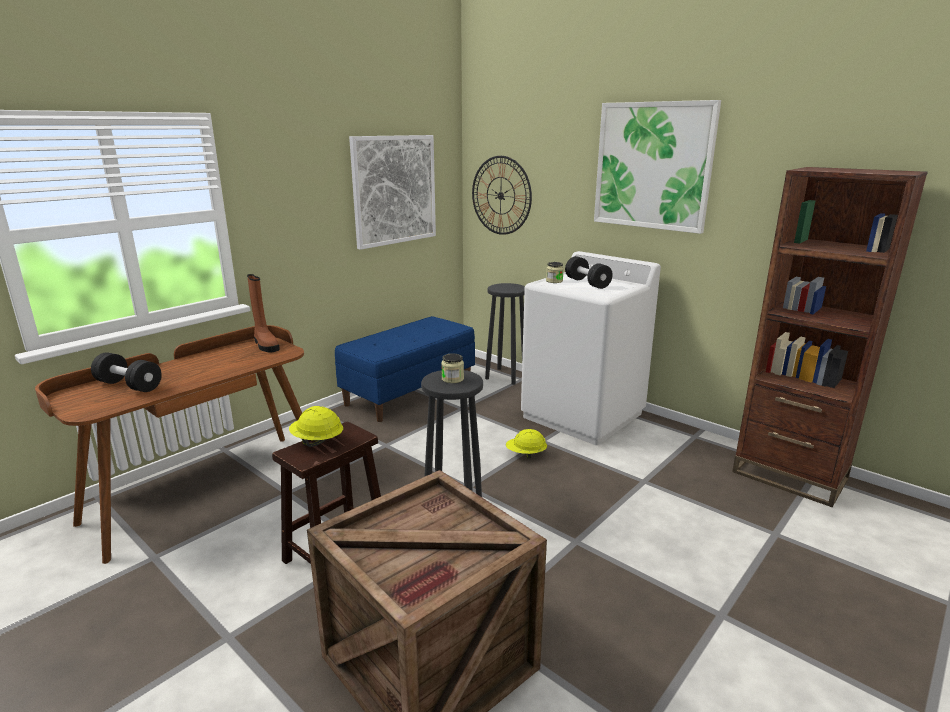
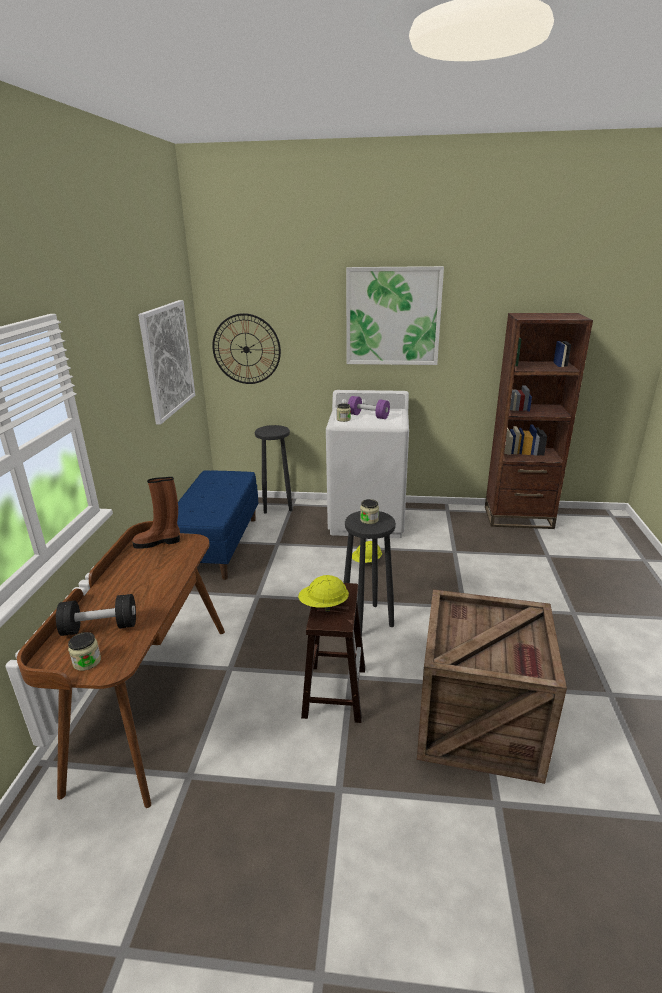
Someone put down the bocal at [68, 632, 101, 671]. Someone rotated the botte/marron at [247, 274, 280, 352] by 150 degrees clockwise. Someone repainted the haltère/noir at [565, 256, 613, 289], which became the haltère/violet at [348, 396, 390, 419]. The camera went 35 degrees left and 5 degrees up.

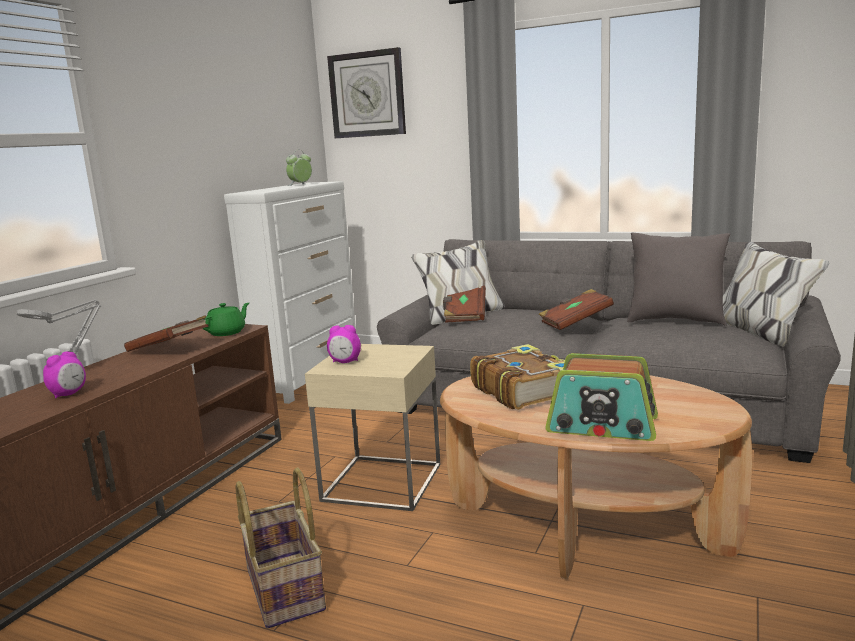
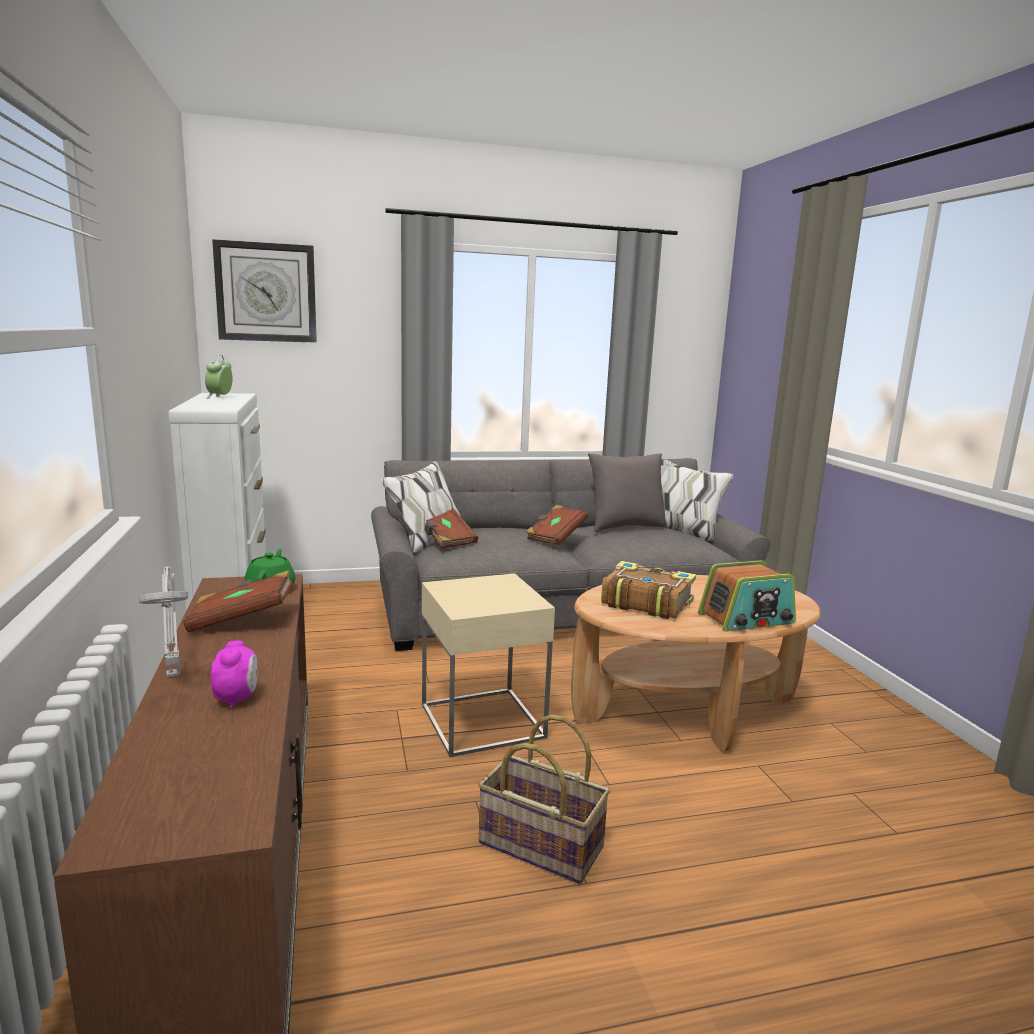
Someone took away the réveil at [327, 325, 361, 363]. The camera went 40 degrees left and 0 degrees up.

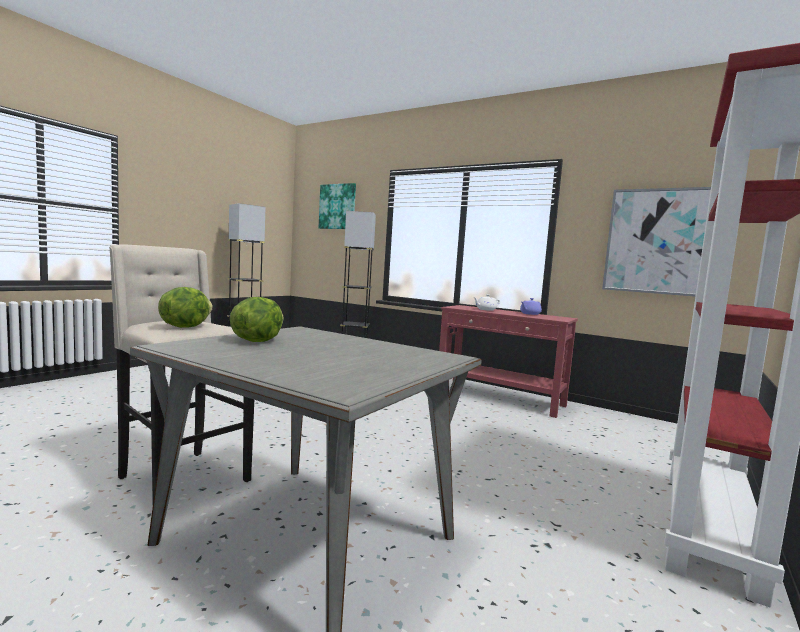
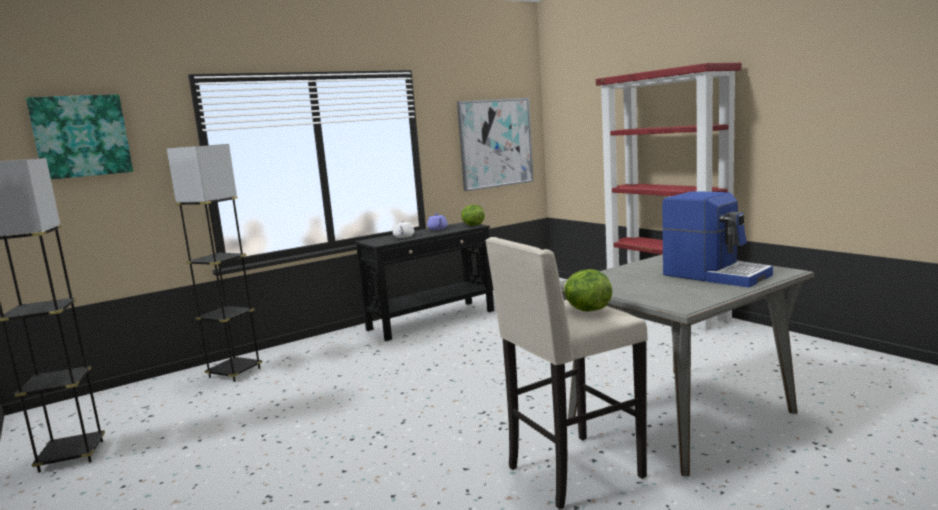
Someone repainted the table console/rouge at [439, 305, 578, 418], which became the table console/noir at [354, 222, 494, 341]. Someone carried the laitue from [230, 297, 284, 342] to [461, 205, 485, 226]. Someone put down the machine à café at [662, 191, 773, 288]. The camera went 65 degrees left and 5 degrees up.

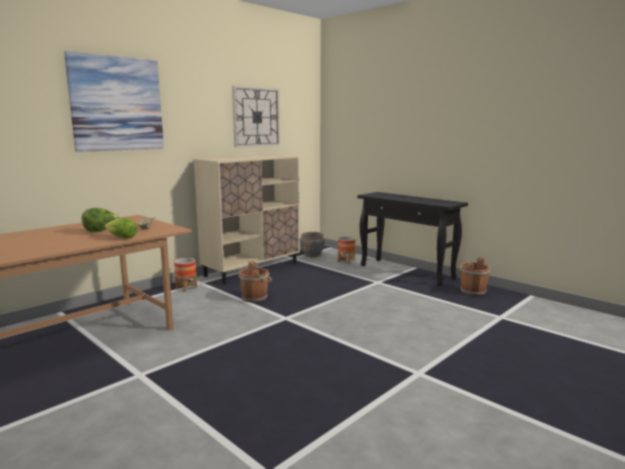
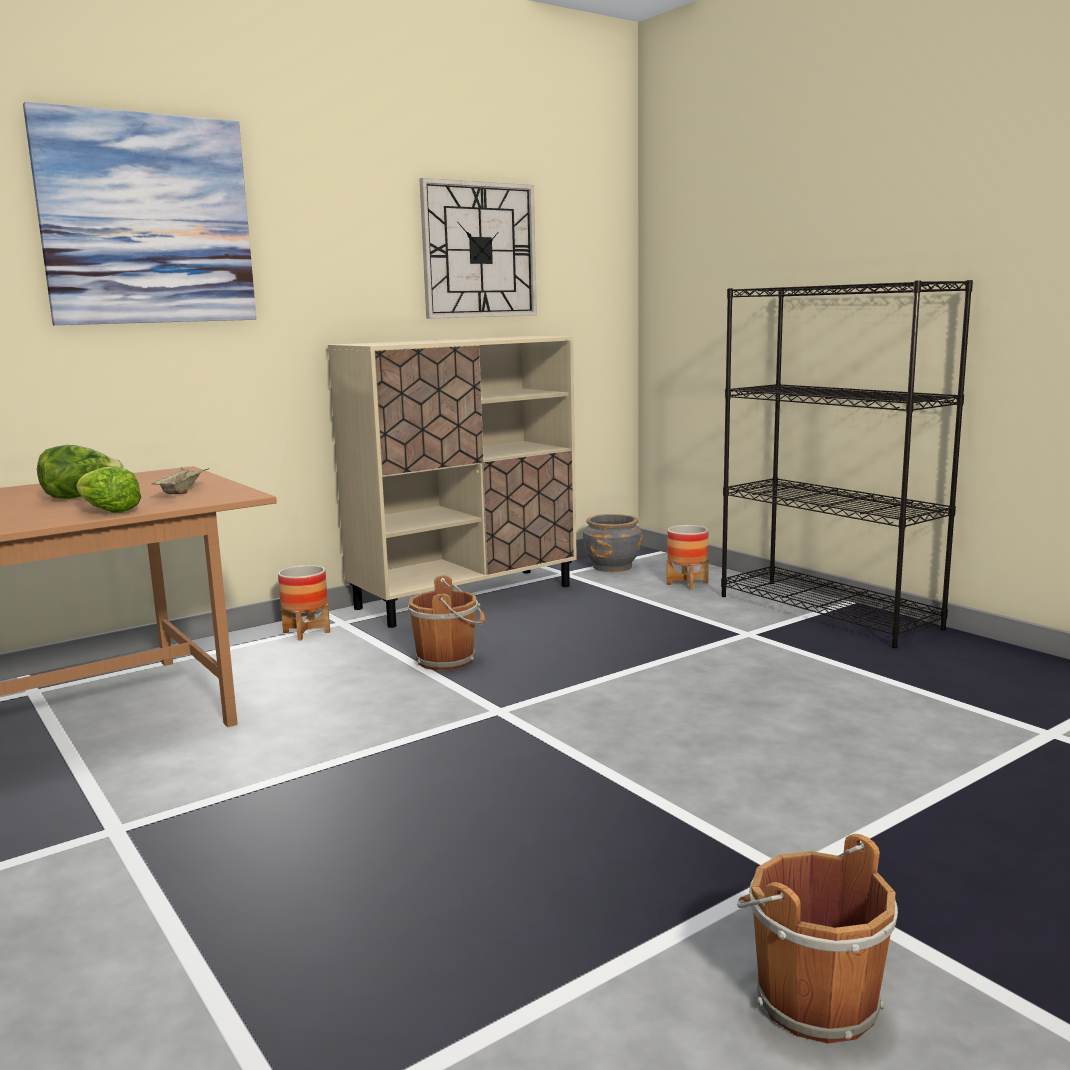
Someone swapped the table console/noir at [357, 192, 468, 286] for the bibliothèque/noir at [721, 280, 973, 648]. Someone carried the seau/marron from [456, 257, 490, 296] to [737, 834, 898, 1043]. The camera went 10 degrees right and 0 degrees up.

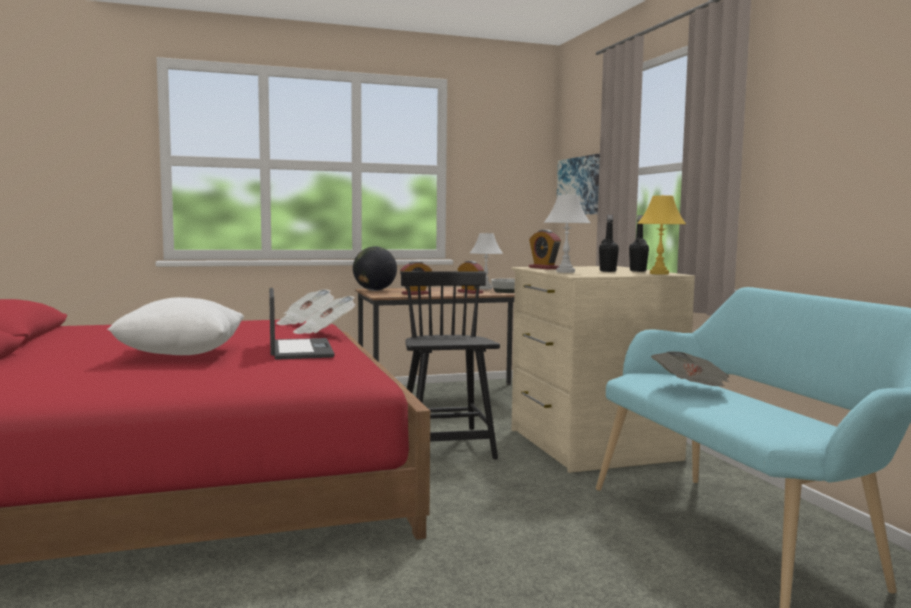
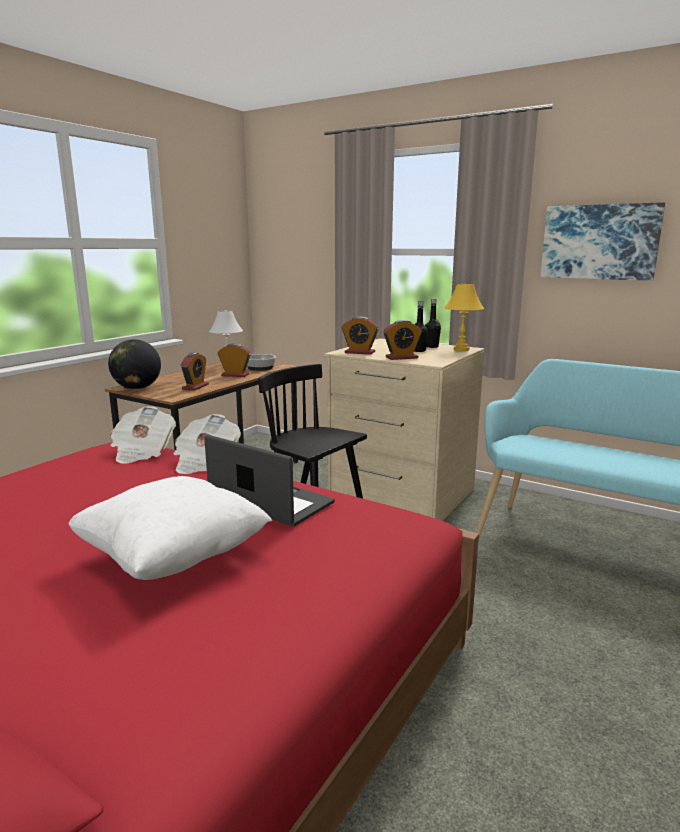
Someone swapped the lampe de table/blanc at [544, 194, 590, 273] for the réveil at [383, 320, 422, 360]. Someone carried the tableau from [557, 154, 600, 214] to [540, 202, 665, 281]. Someone took away the journal at [651, 352, 729, 386]. The camera went 40 degrees left and 10 degrees up.

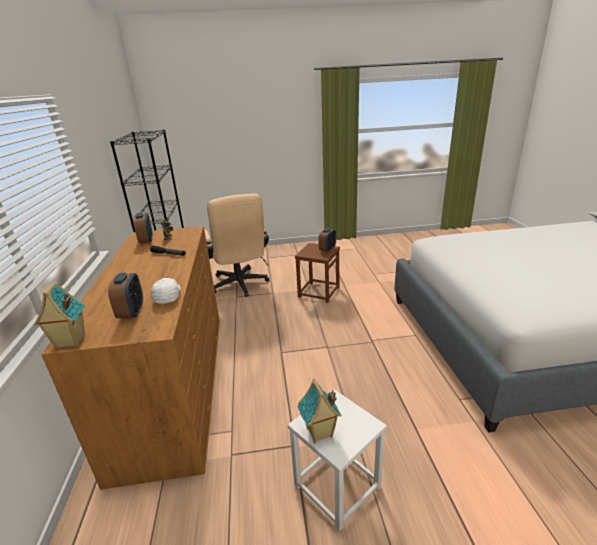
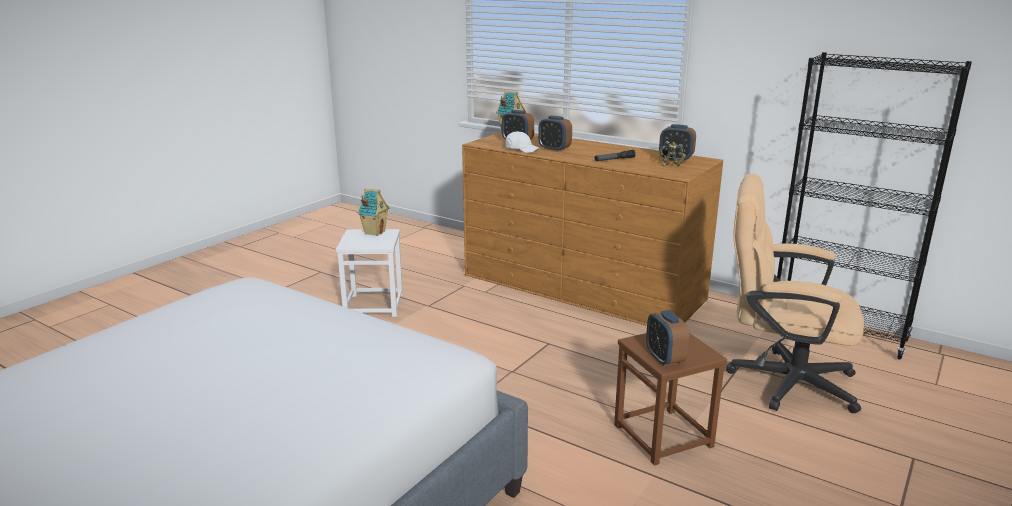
Someone put down the réveil at [538, 116, 572, 152]. The camera went 130 degrees right and 5 degrees down.

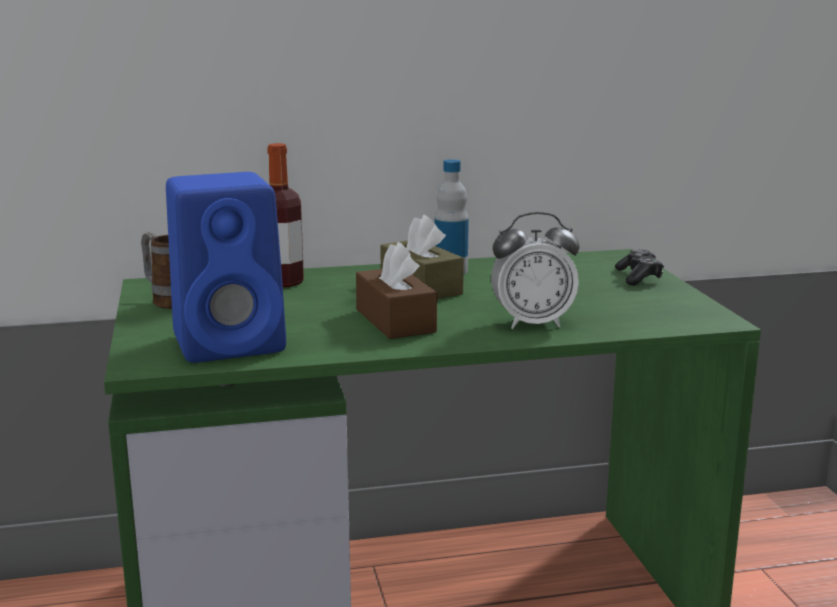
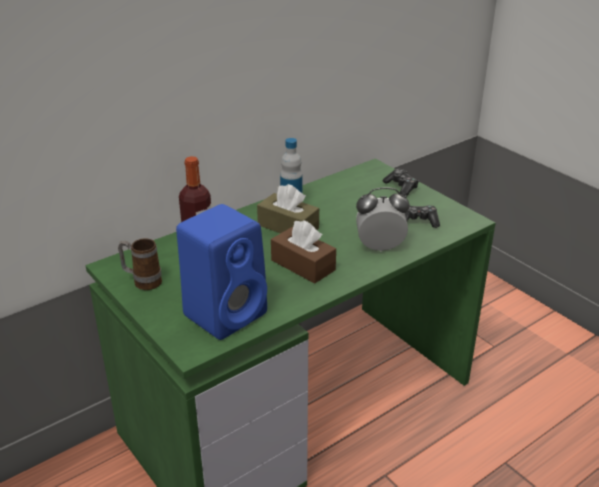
Someone rotated the réveil at [491, 212, 579, 329] by 150 degrees counterclockwise. Someone put down the manette at [405, 205, 440, 228]. The camera went 25 degrees left and 15 degrees up.

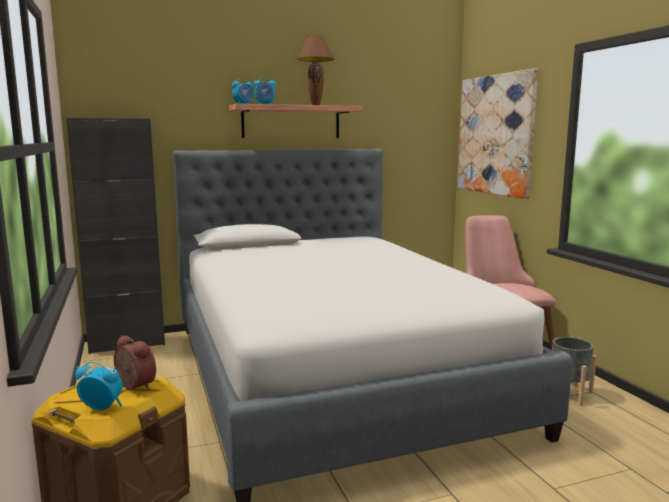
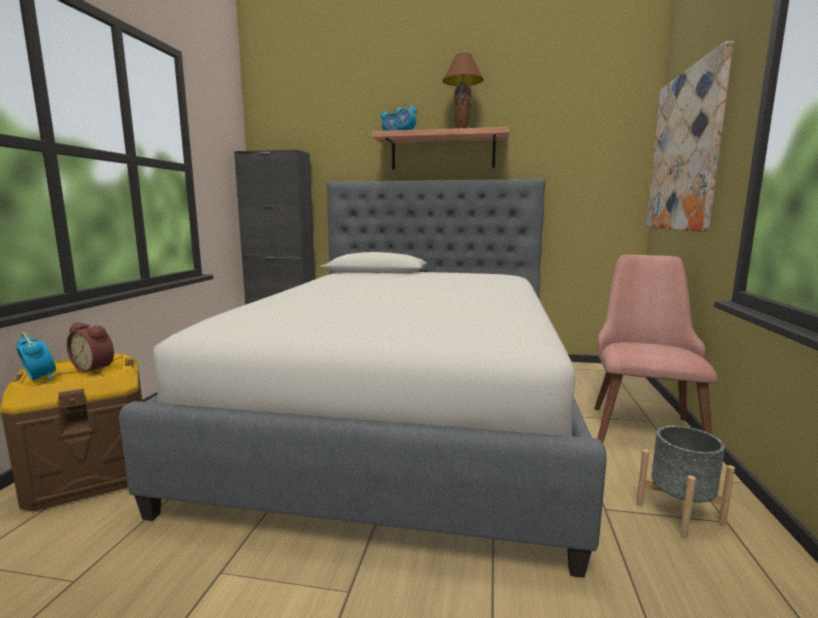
Someone rotated the réveil at [114, 335, 156, 390] by 135 degrees clockwise. The camera went 30 degrees right and 0 degrees up.

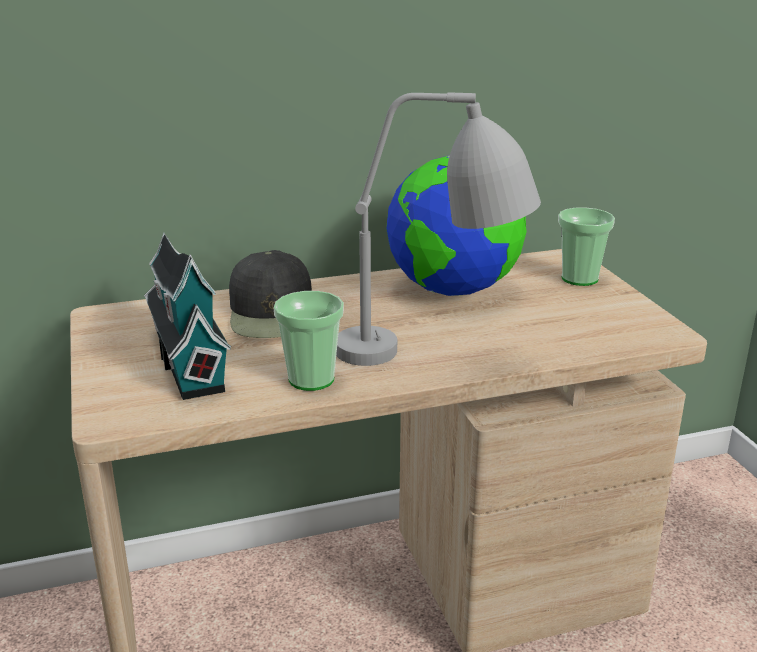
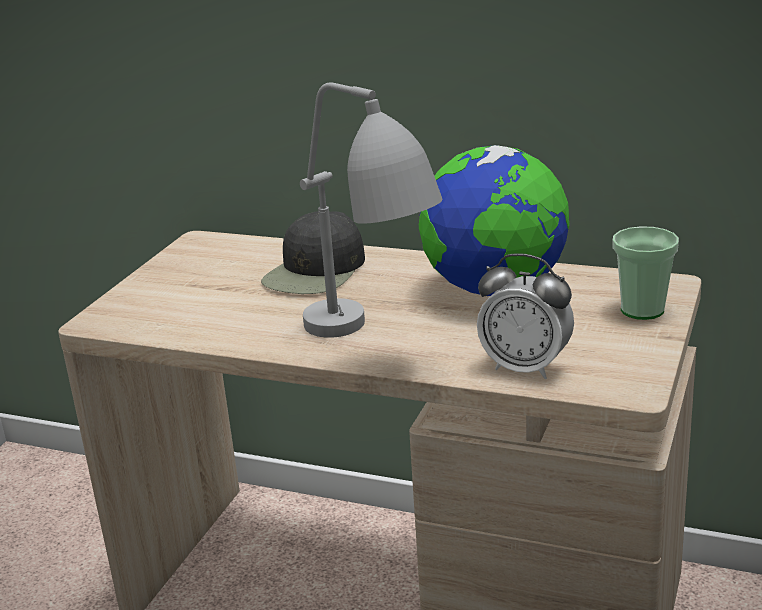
Someone put down the réveil at [477, 253, 574, 379]. Someone took away the maison miniature at [144, 233, 231, 400]. Someone took away the tasse at [274, 291, 344, 391]. The camera went 40 degrees right and 0 degrees up.

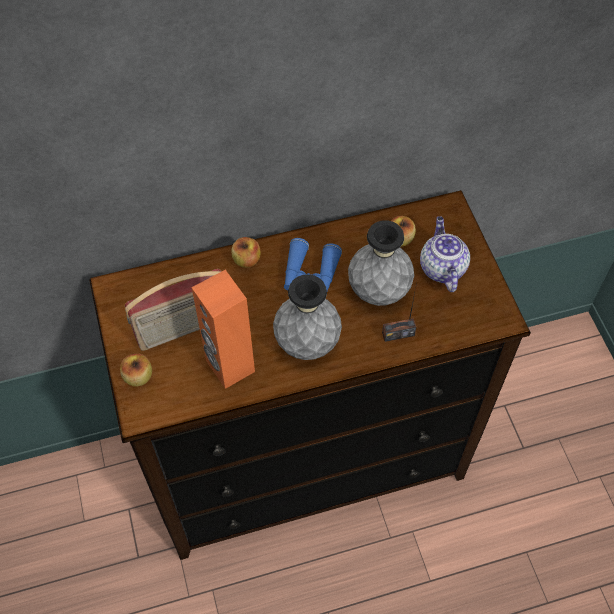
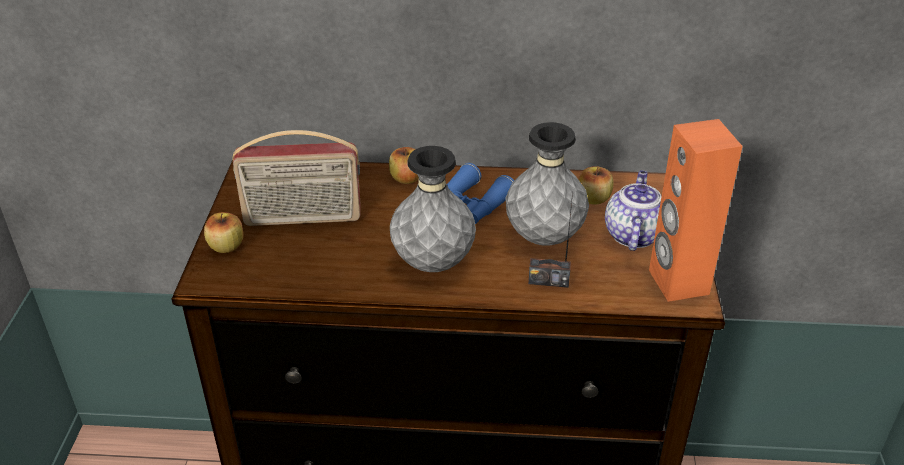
Someone carried the enceinte/orange from [191, 270, 255, 389] to [649, 119, 743, 302]. The camera went 20 degrees right and 20 degrees down.

